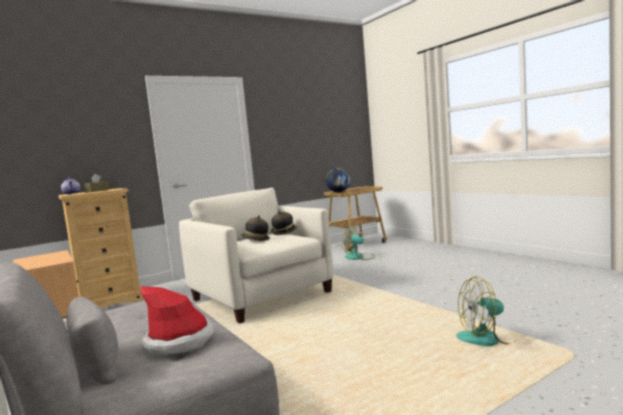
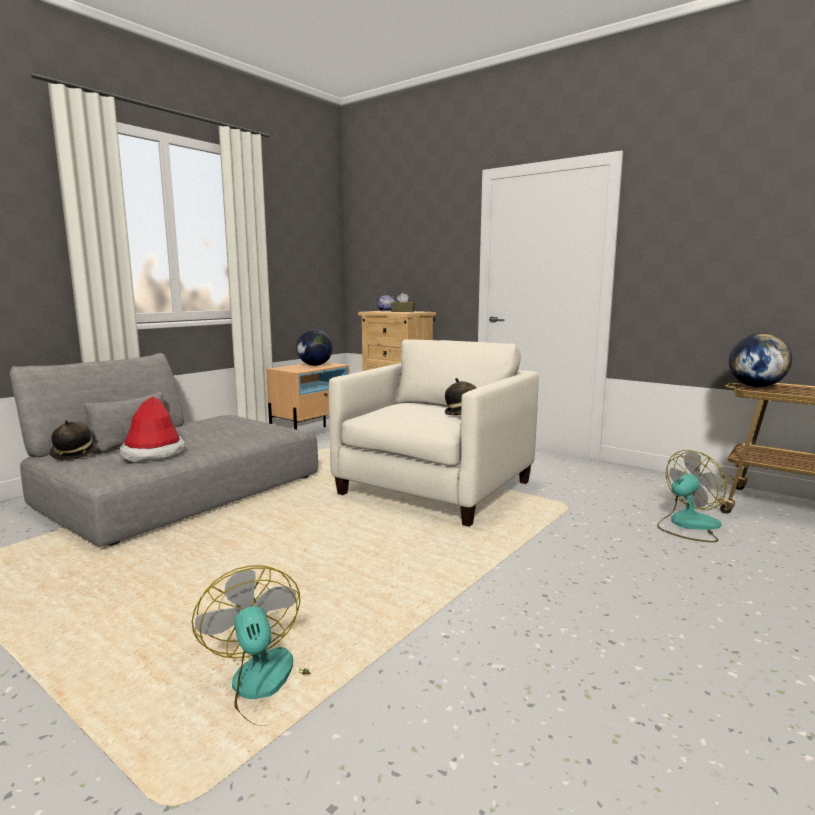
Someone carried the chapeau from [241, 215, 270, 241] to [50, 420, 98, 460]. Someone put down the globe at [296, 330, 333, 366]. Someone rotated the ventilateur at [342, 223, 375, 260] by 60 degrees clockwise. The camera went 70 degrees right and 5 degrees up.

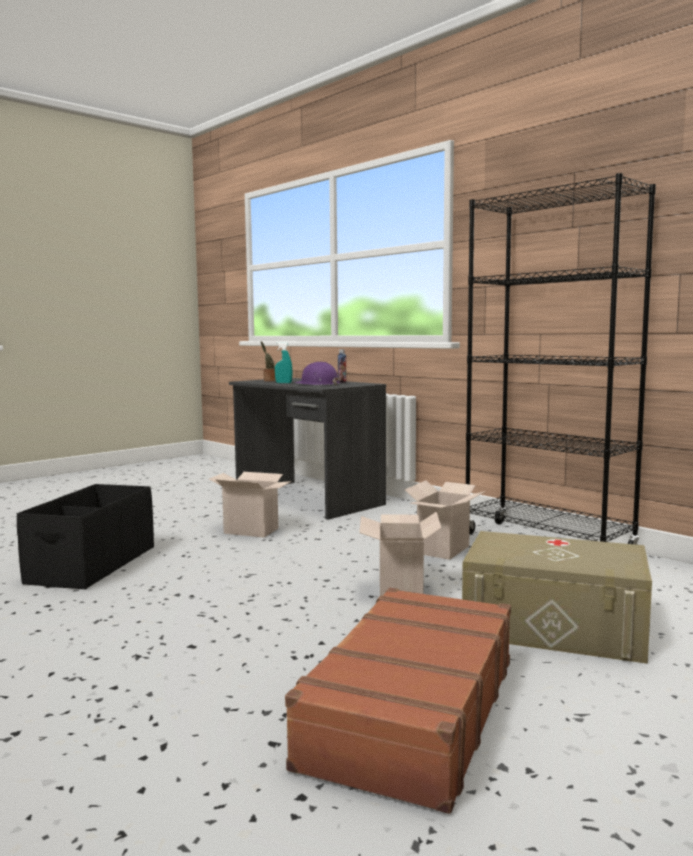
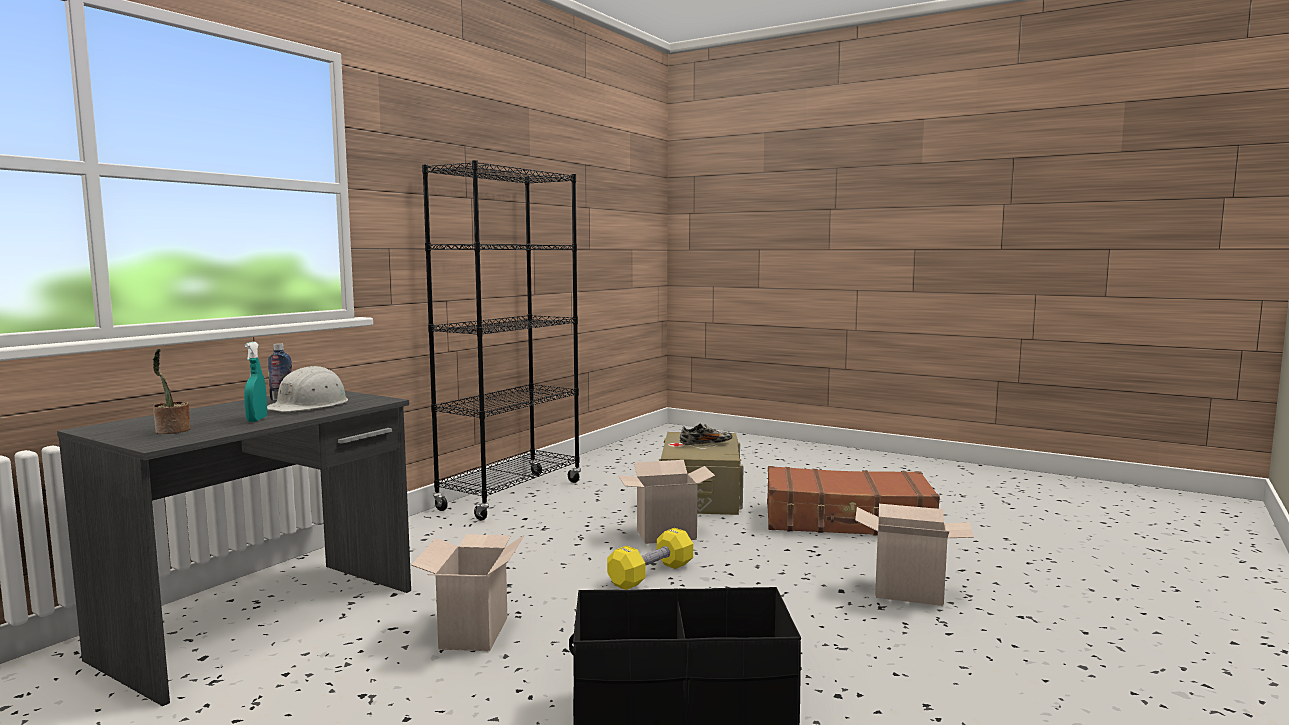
Someone repainted the casque de chantier/violet at [295, 362, 340, 386], which became the casque de chantier/blanc at [267, 366, 348, 412]. Someone put down the haltère/jaune at [607, 528, 693, 590]. Someone put down the chaussure at [680, 424, 732, 445]. Someone carried the carton from [405, 481, 485, 560] to [855, 504, 974, 606]. The camera went 105 degrees left and 0 degrees up.

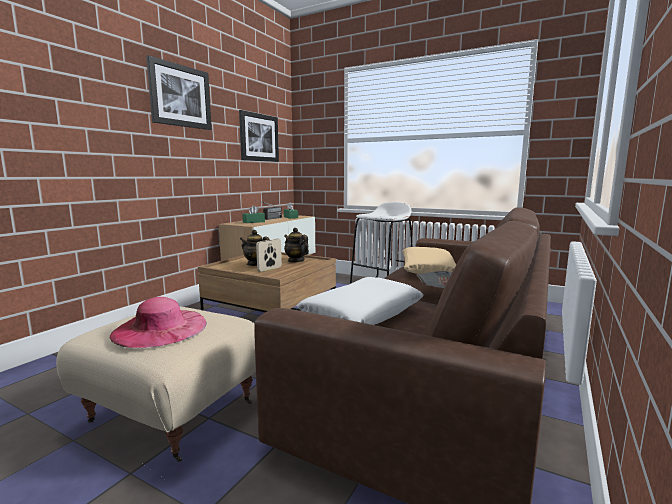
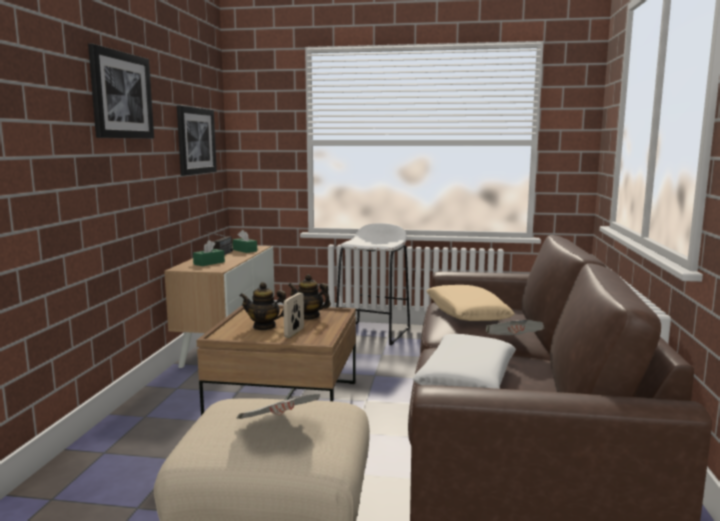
Someone swapped the chapeau/rose at [109, 297, 207, 348] for the journal at [236, 394, 321, 419]. The camera went 20 degrees left and 0 degrees up.

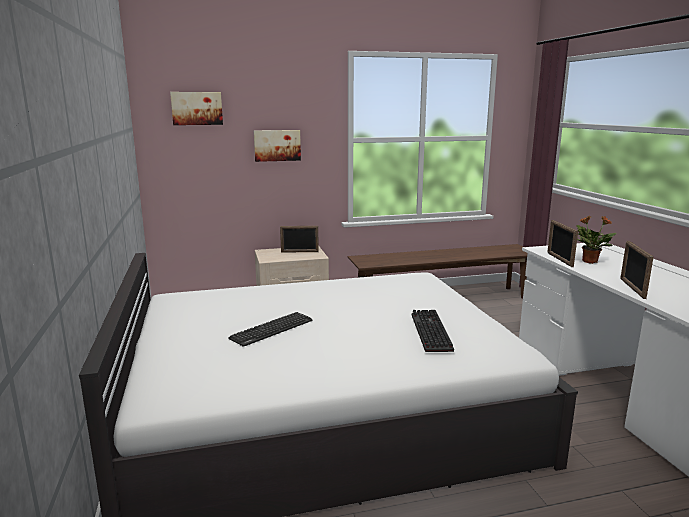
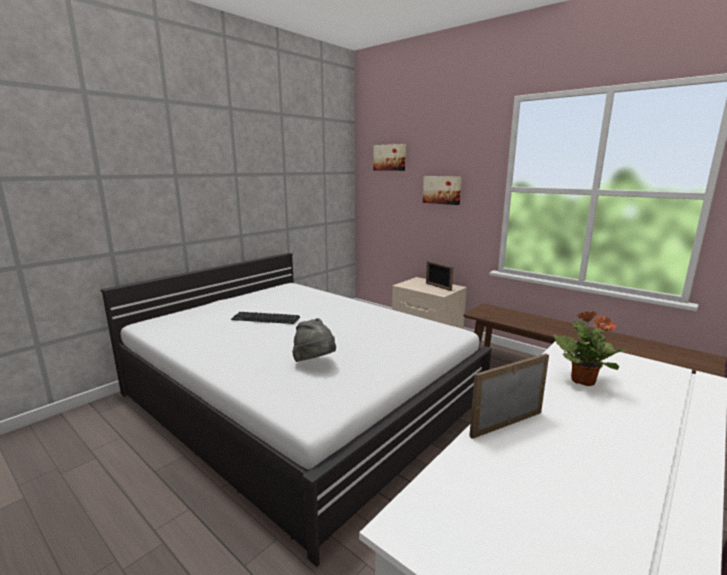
Someone swapped the clavier at [412, 310, 454, 352] for the chapeau/gris at [292, 318, 336, 362]. Someone took away the cadre photo at [547, 220, 578, 267]. The camera went 55 degrees right and 0 degrees up.

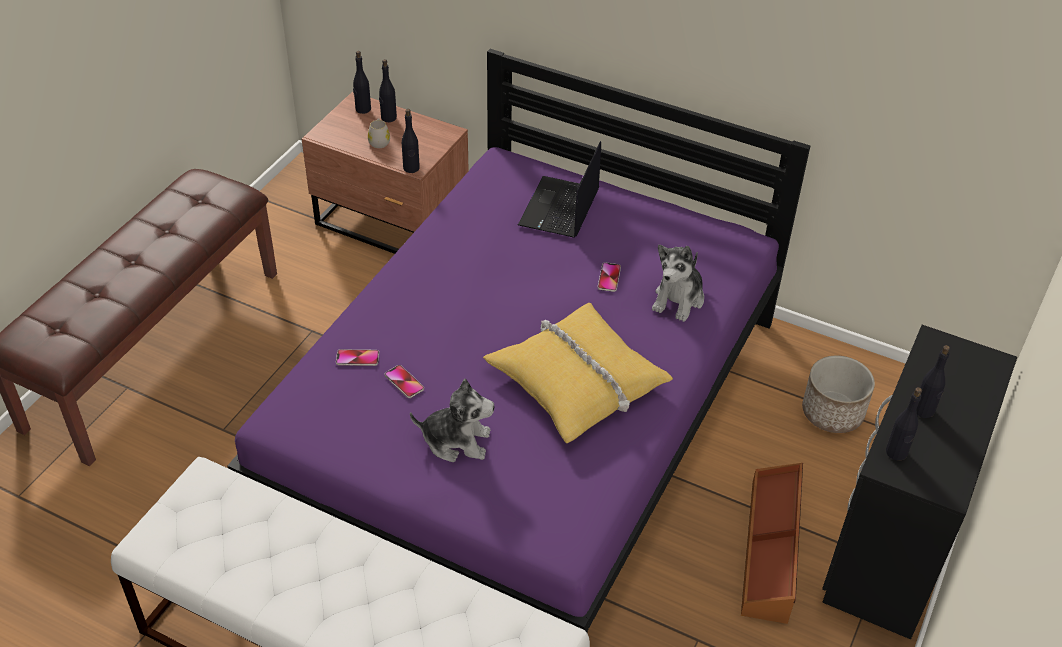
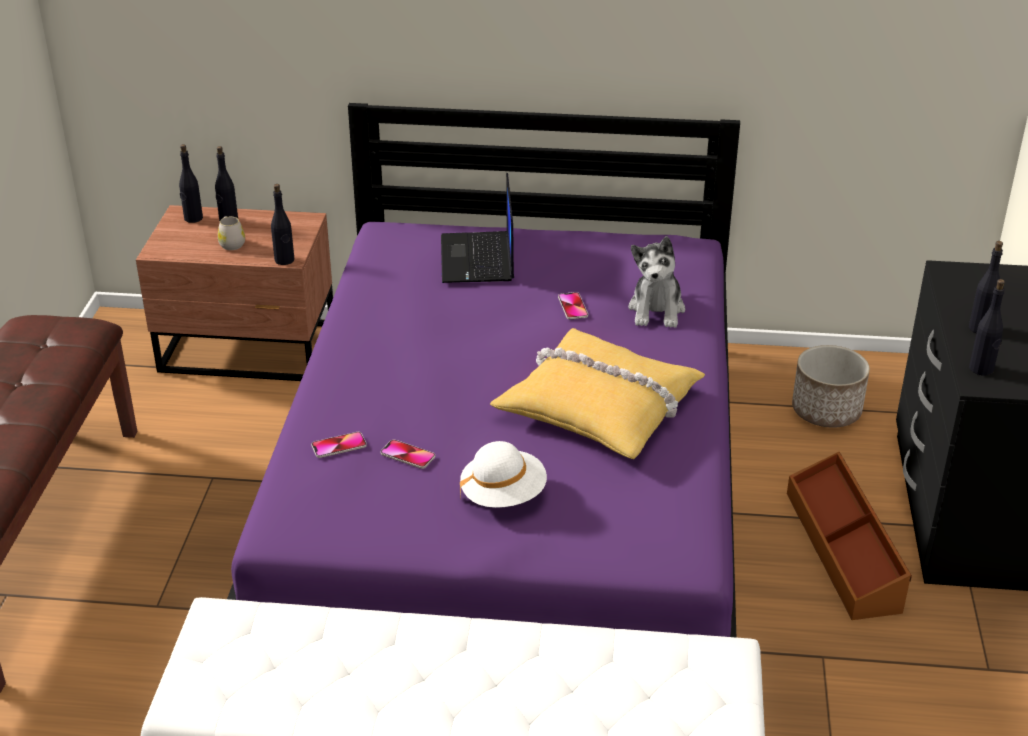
Someone swapped the peluche at [410, 379, 494, 462] for the chapeau/blanc at [460, 441, 547, 508]. The camera went 20 degrees left and 10 degrees down.

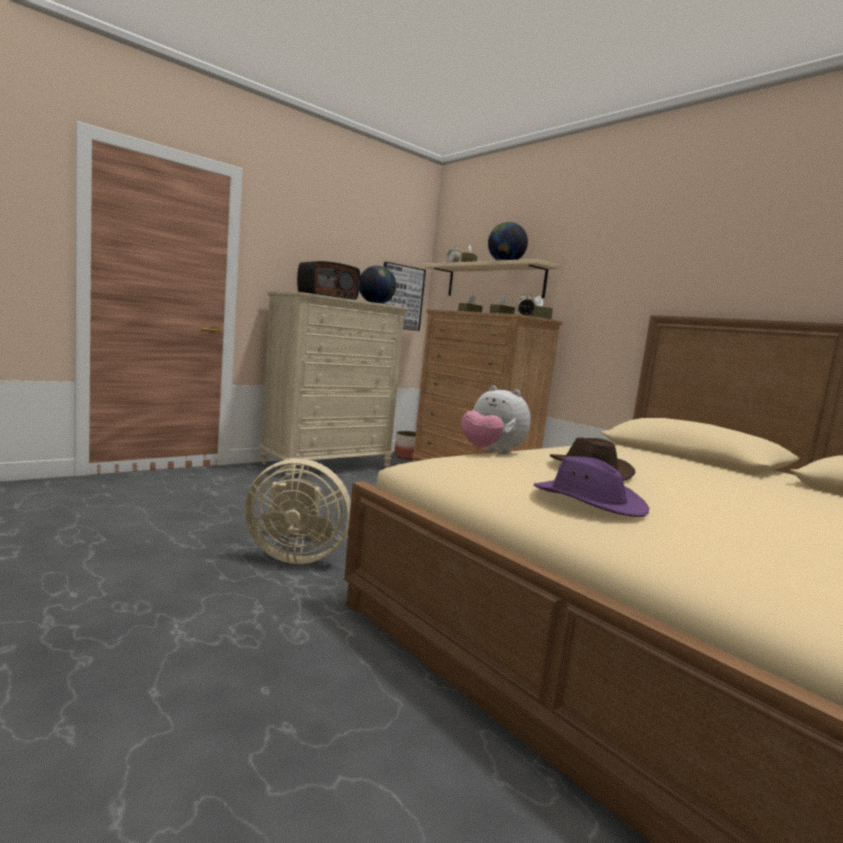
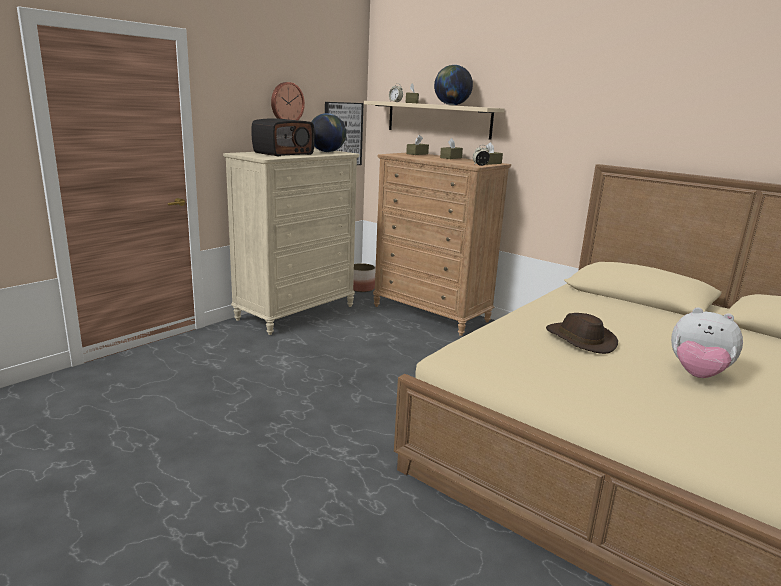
Someone put up the horloge murale at [271, 82, 305, 120]. Someone carried the peluche from [461, 386, 531, 454] to [671, 307, 743, 378]. Someone took away the ventilateur/beige at [245, 459, 351, 564]. Someone took away the chapeau/violet at [534, 456, 649, 517]. The camera went 10 degrees left and 10 degrees up.

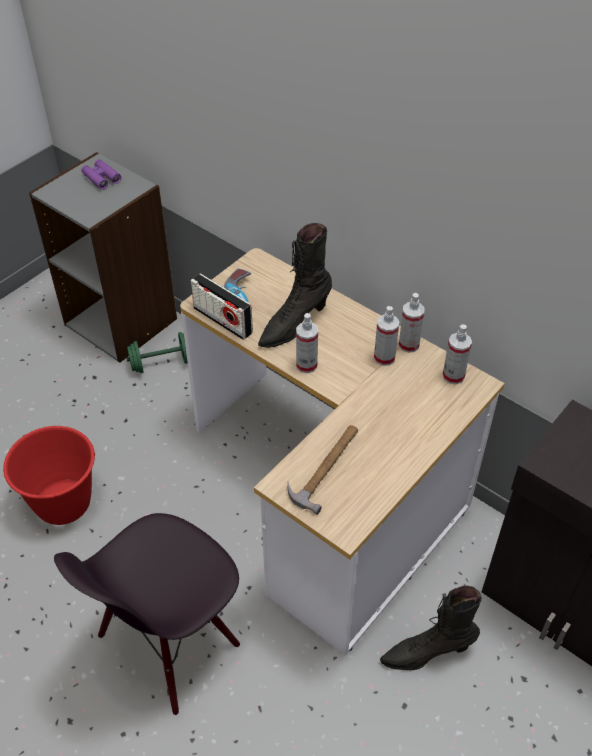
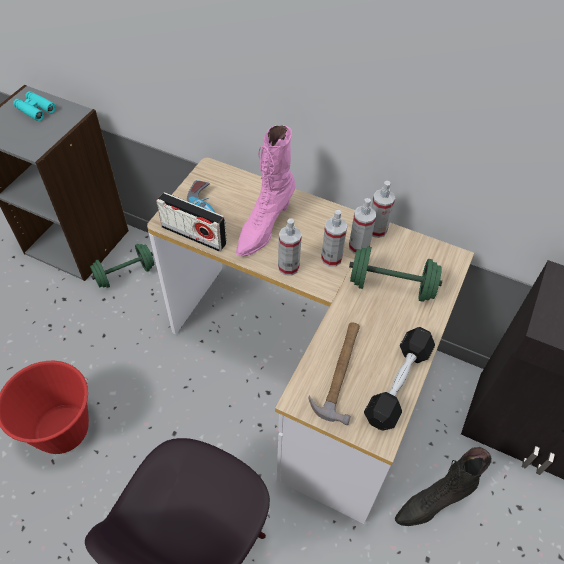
Someone repainted the jumelles/violet at [81, 159, 121, 190], which became the jumelles/turquoise at [13, 91, 56, 121]. Someone repainted the botte/noir at [258, 223, 332, 348], which became the botte/rose at [236, 125, 296, 256]. Someone carried the vaporisateur from [443, 325, 472, 384] to [321, 210, 347, 267]. Someone put down the haltère/vert at [349, 246, 442, 302]. Someone put down the haltère/noir at [364, 327, 435, 431]. The camera went 15 degrees left and 5 degrees up.

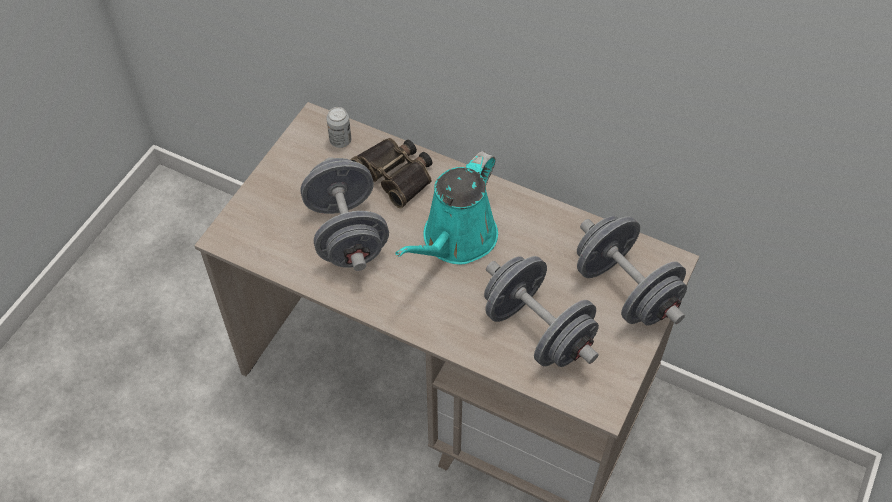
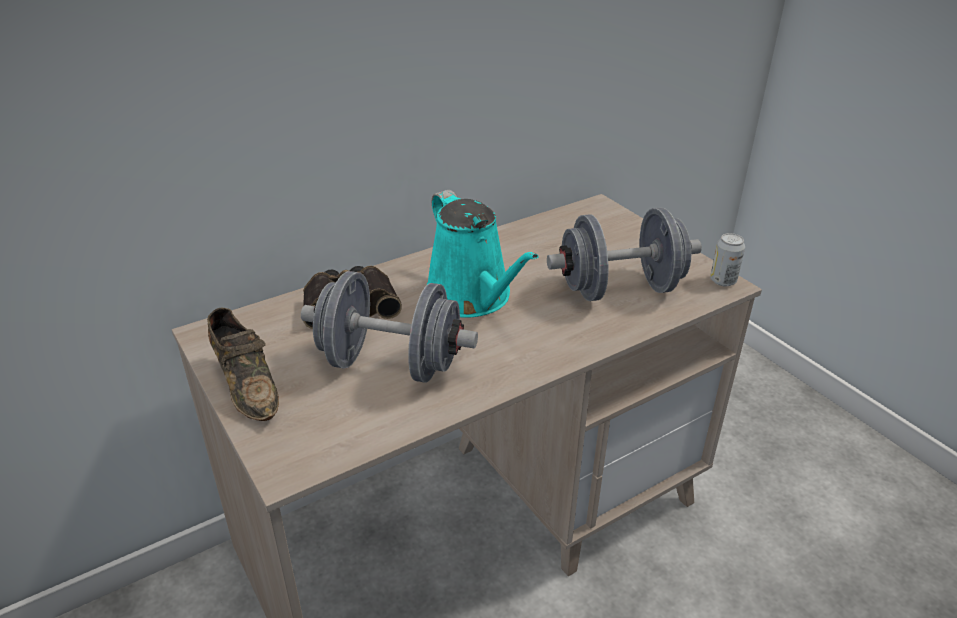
Someone put down the chaussure/marron at [207, 307, 279, 421]. Someone carried the boîte métallique from [326, 107, 351, 148] to [710, 233, 745, 286]. Someone took away the haltère/gris at [577, 216, 687, 326]. The camera went 60 degrees left and 20 degrees down.

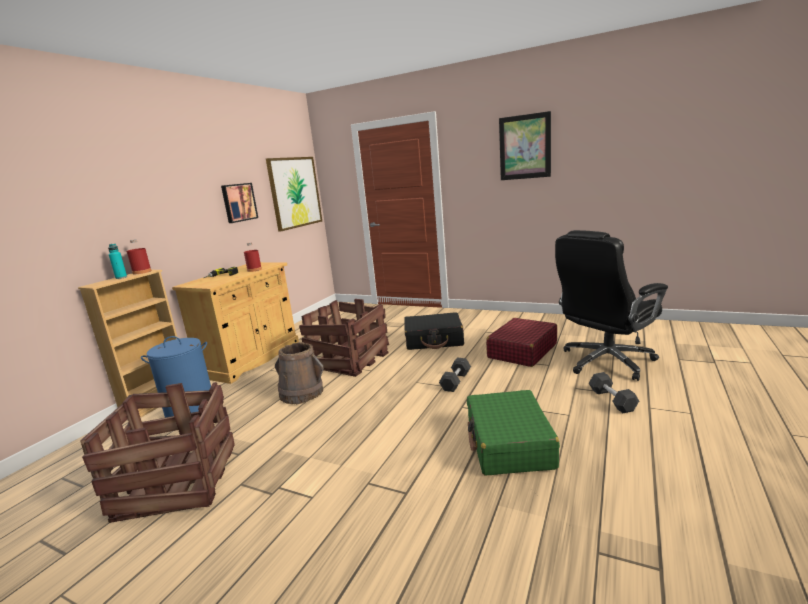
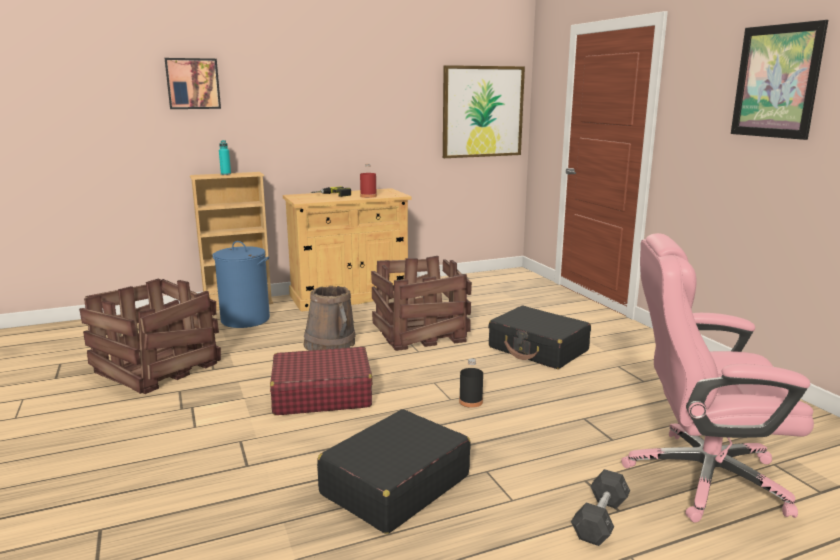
Someone carried the tableau from [221, 183, 258, 223] to [165, 58, 221, 109]. Someone carried the valise/rouge from [486, 318, 557, 367] to [270, 347, 372, 415]. Someone repainted the valise/vert at [467, 390, 560, 475], which became the valise/noir at [317, 409, 471, 534]. Someone swapped the haltère/gris at [439, 358, 471, 392] for the bouteille/noir at [459, 358, 483, 408]. Someone repainted the chaise de bureau/noir at [555, 230, 668, 381], which became the chaise de bureau/rose at [621, 233, 814, 522]. Someone took away the bouteille/rouge at [126, 239, 152, 274]. The camera went 40 degrees right and 0 degrees up.

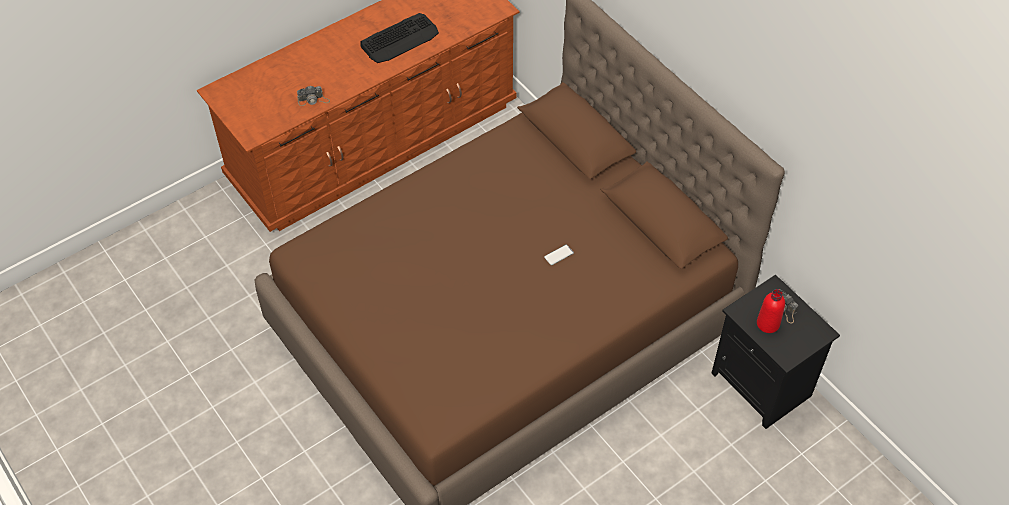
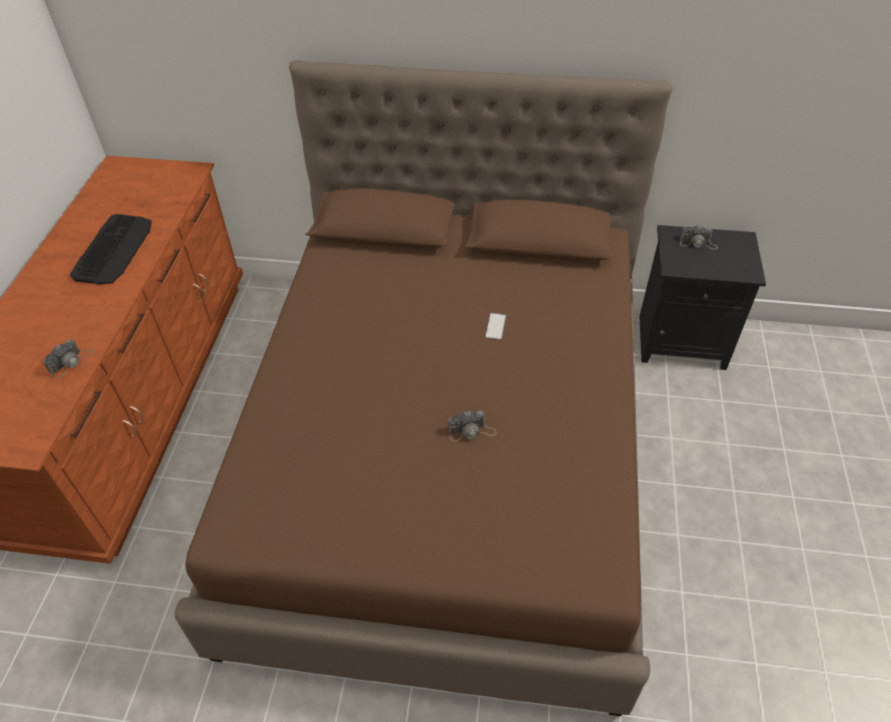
Someone put down the appareil photo at [448, 411, 497, 441]. Someone took away the bouteille/rouge at [757, 289, 785, 333]. The camera went 45 degrees left and 5 degrees down.

